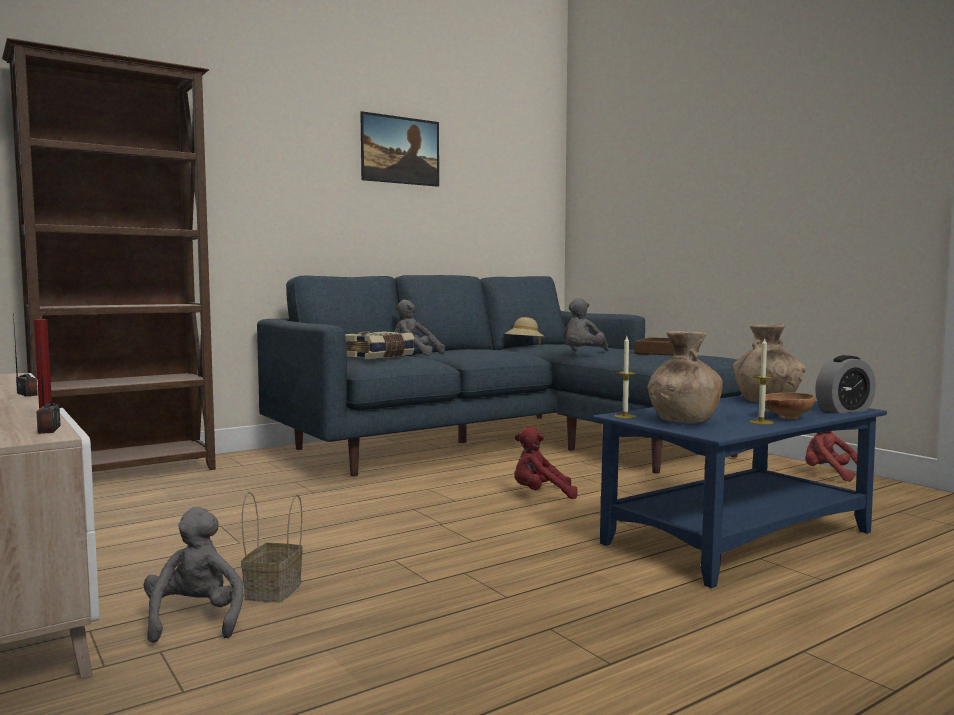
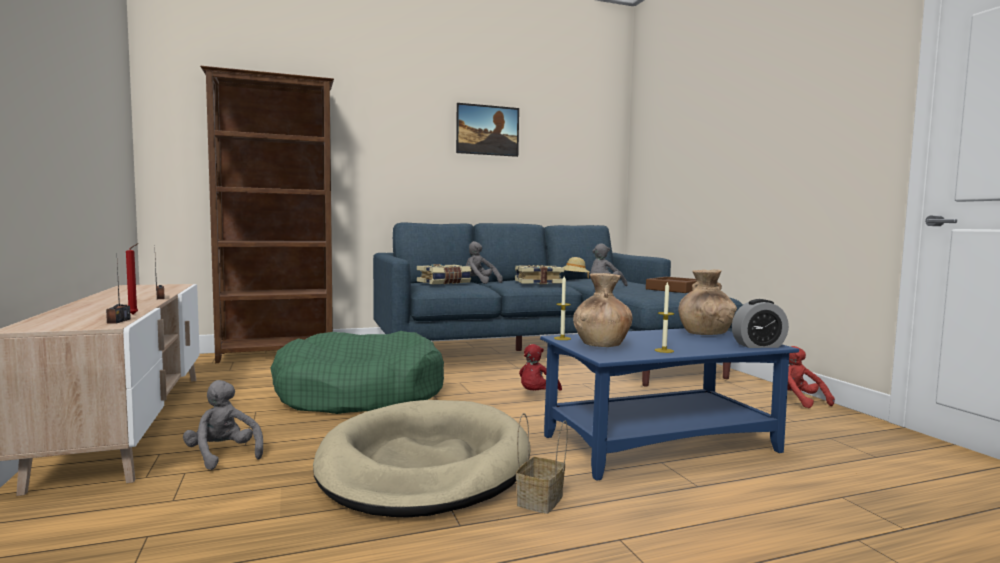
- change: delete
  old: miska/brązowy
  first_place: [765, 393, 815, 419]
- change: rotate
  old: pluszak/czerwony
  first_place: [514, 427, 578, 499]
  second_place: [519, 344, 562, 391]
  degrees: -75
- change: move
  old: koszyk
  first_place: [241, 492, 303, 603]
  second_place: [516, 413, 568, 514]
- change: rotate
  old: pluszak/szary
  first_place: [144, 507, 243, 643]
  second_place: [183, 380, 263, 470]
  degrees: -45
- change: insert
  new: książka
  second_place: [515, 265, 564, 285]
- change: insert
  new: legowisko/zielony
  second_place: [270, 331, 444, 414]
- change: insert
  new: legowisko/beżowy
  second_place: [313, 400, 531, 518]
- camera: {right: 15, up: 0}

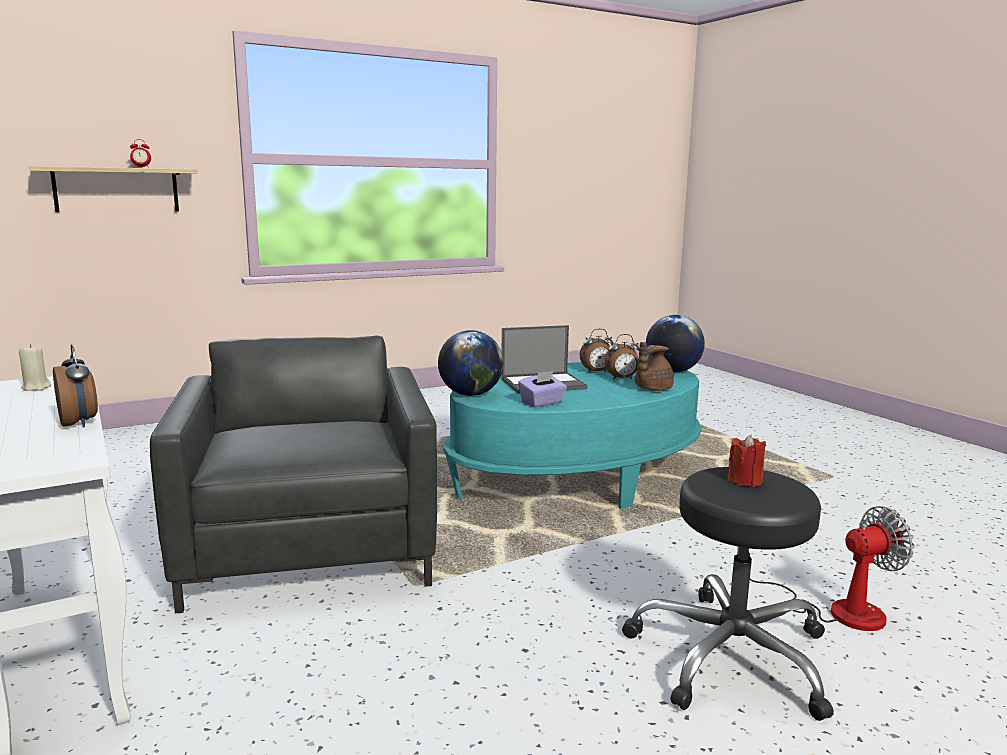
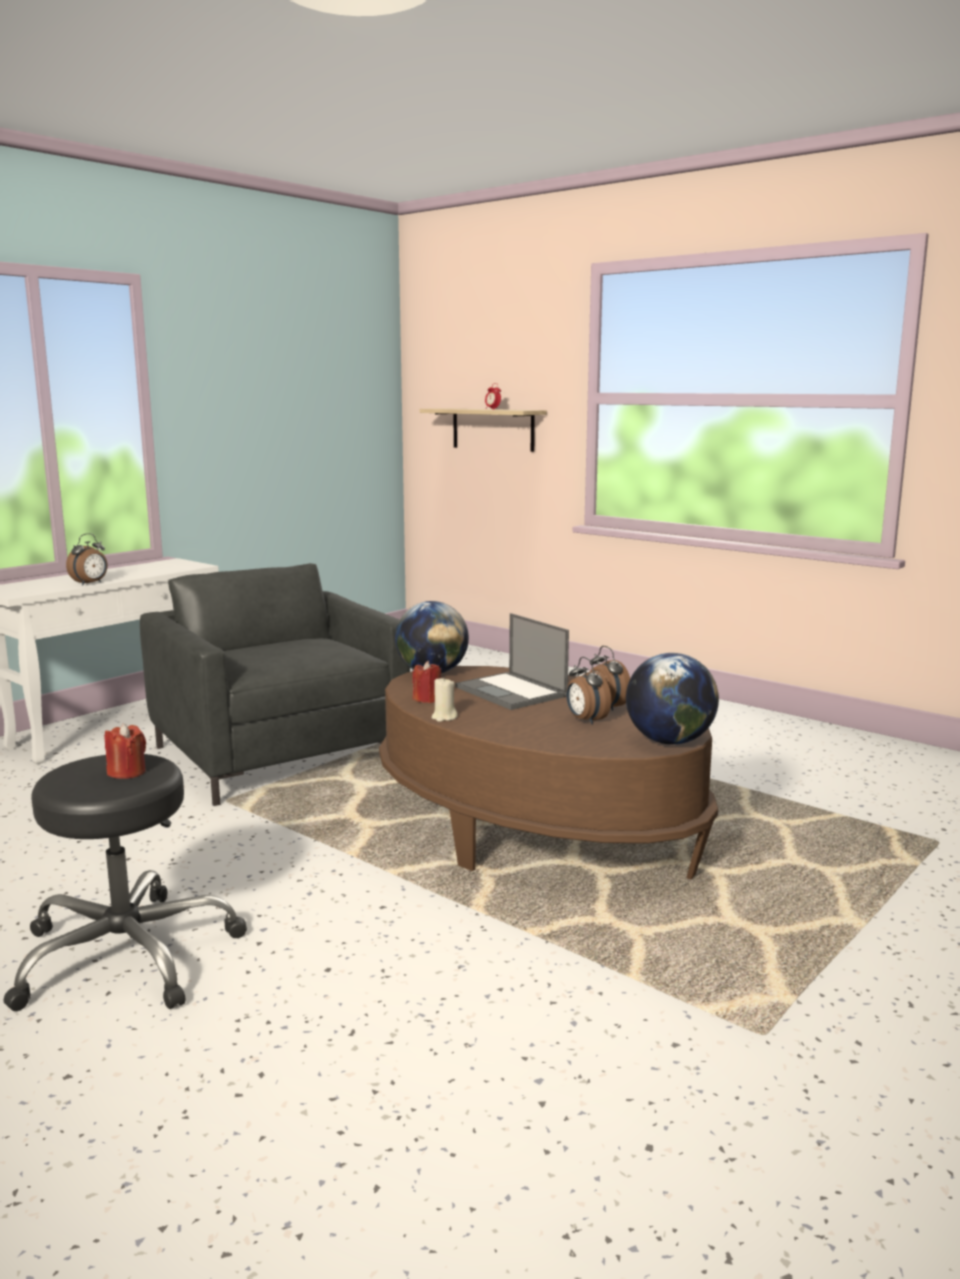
- change: rotate
  old: fotel/szary
  first_place: [150, 335, 437, 613]
  second_place: [140, 563, 410, 806]
  degrees: -90
- change: delete
  old: imbryk/brązowy
  first_place: [635, 342, 674, 391]
- change: move
  old: świeca/beżowy
  first_place: [19, 344, 51, 391]
  second_place: [432, 678, 458, 722]
- change: recolor
  old: ława/turkusowy
  new: ława/brązowy
  first_place: [443, 362, 702, 509]
  second_place: [379, 666, 718, 879]
- change: replace
  old: pudełko chusteczek/fioletowy
  new: świeca/czerwony
  first_place: [518, 371, 567, 407]
  second_place: [412, 661, 441, 703]
- change: delete
  old: wentylator
  first_place: [737, 506, 914, 631]
- camera: {right: 70, up: 0}

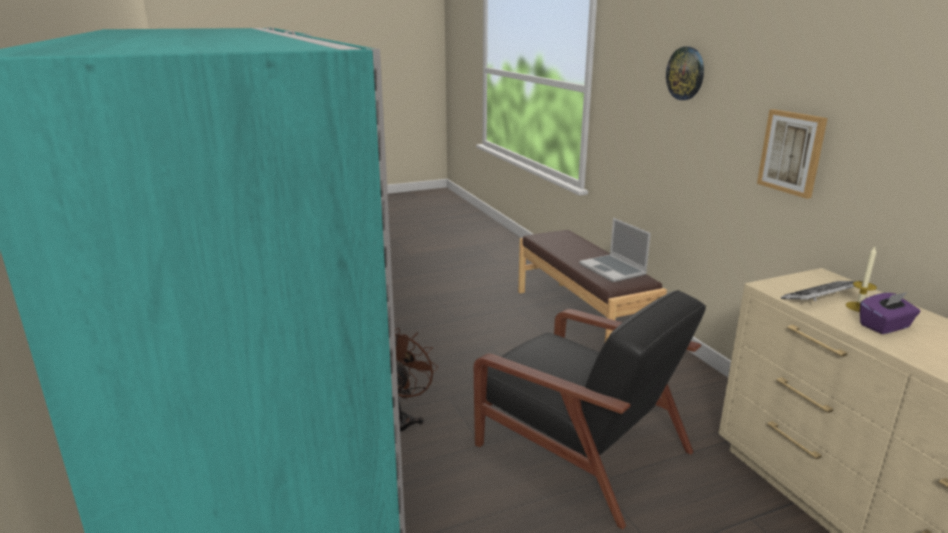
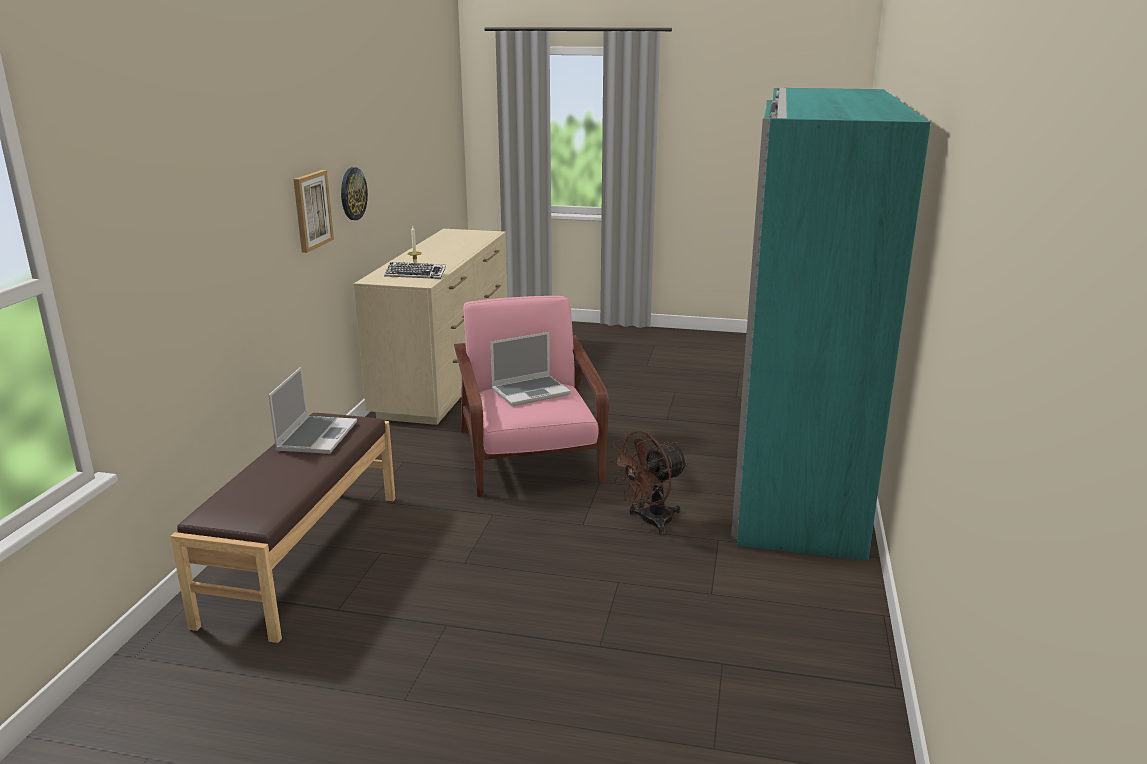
- change: move
  old: zegar ścienny
  first_place: [666, 47, 704, 100]
  second_place: [341, 167, 368, 220]
- change: recolor
  old: fotel/czarny
  new: fotel/różowy
  first_place: [474, 290, 706, 530]
  second_place: [454, 296, 609, 497]
- change: delete
  old: pudełko chusteczek/fioletowy
  first_place: [860, 292, 920, 334]
- change: insert
  new: laptop
  second_place: [491, 332, 571, 406]
- camera: {right: -145, up: 0}

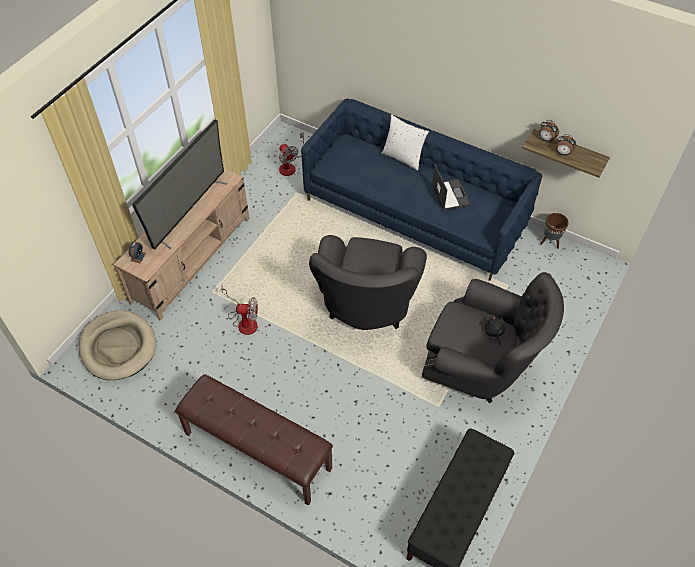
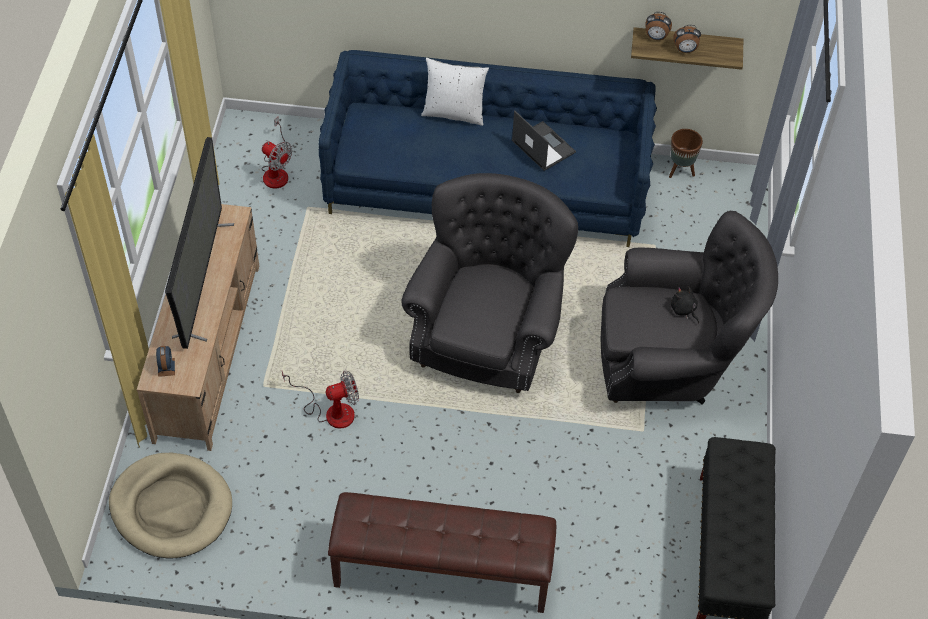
- change: rotate
  old: fotel/szary
  first_place: [309, 235, 427, 330]
  second_place: [401, 173, 578, 393]
  degrees: -150
- camera: {right: -25, up: 0}

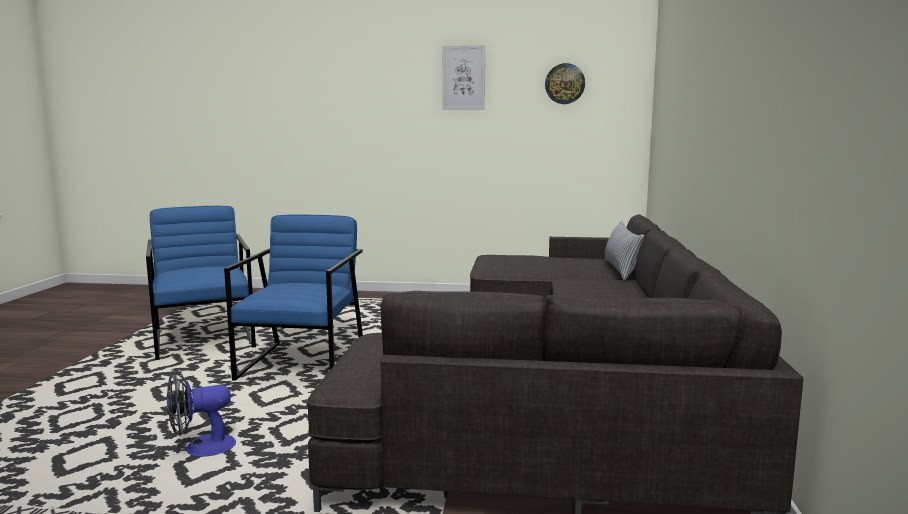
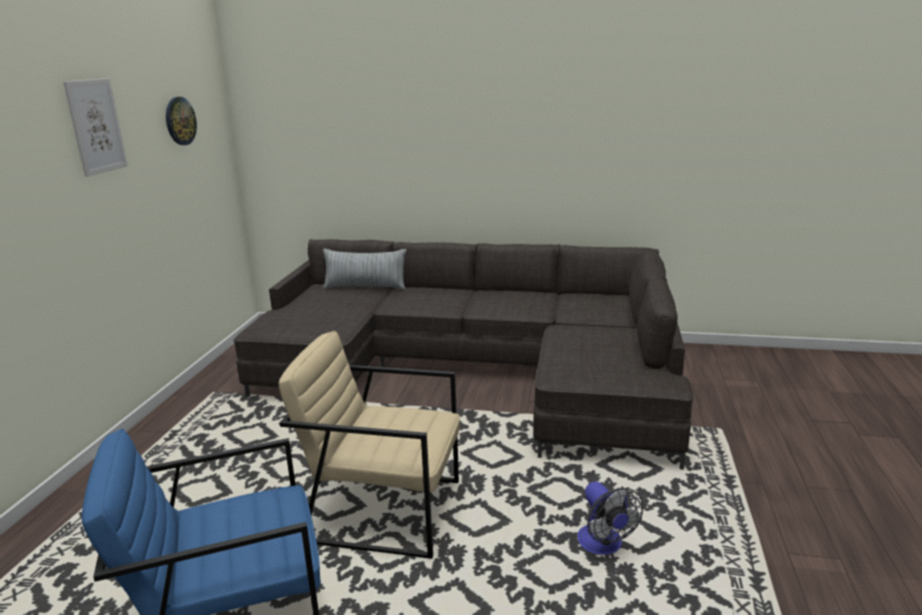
- change: recolor
  old: fotel/niebieski
  new: fotel/beżowy
  first_place: [224, 214, 363, 381]
  second_place: [279, 331, 460, 559]
- camera: {right: -85, up: 10}

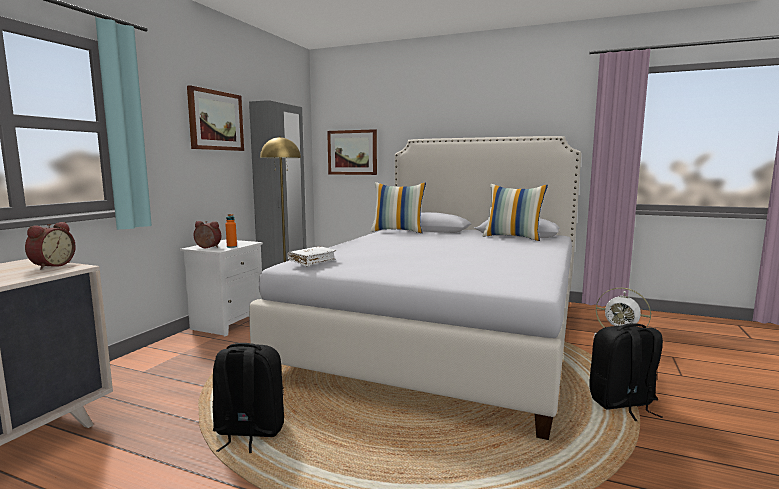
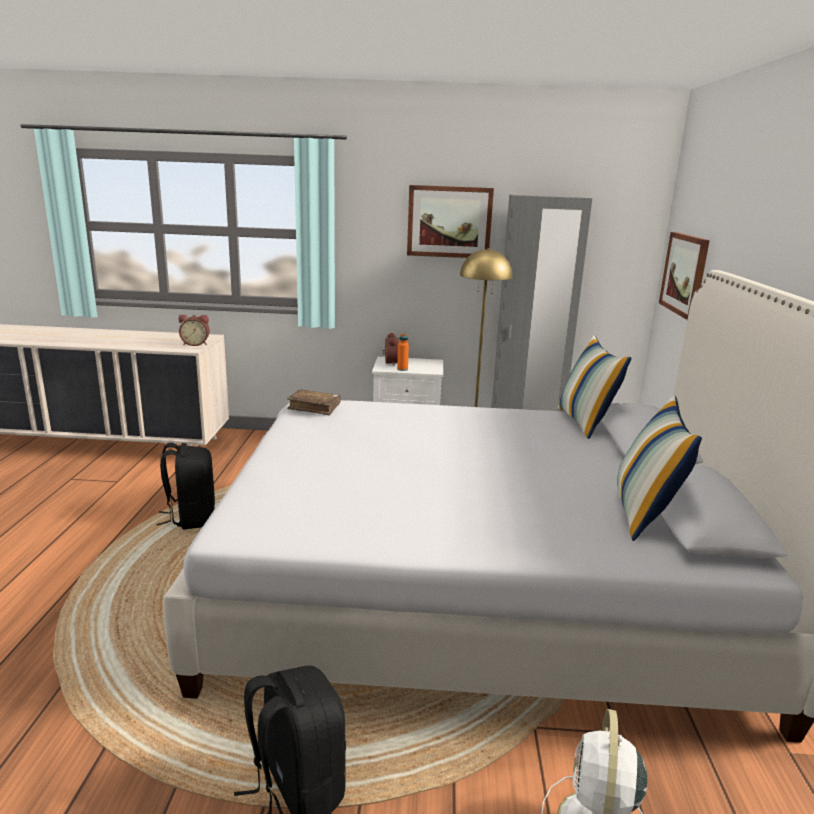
- change: recolor
  old: książka/biały
  new: książka/brązowy
  first_place: [287, 246, 336, 266]
  second_place: [287, 389, 341, 415]
- camera: {right: 70, up: 10}

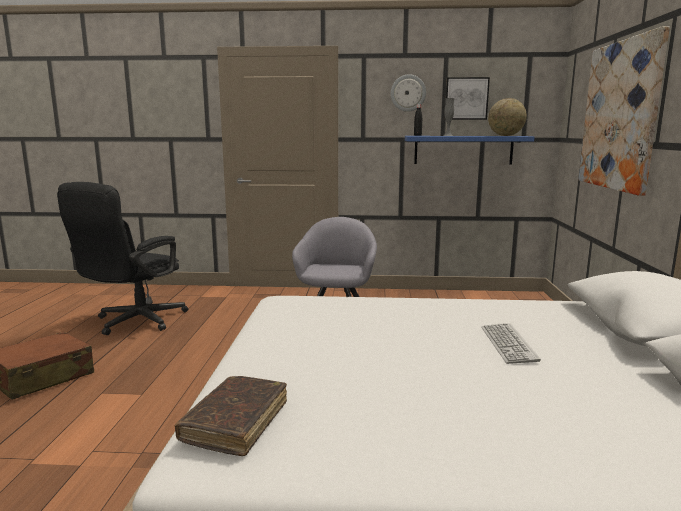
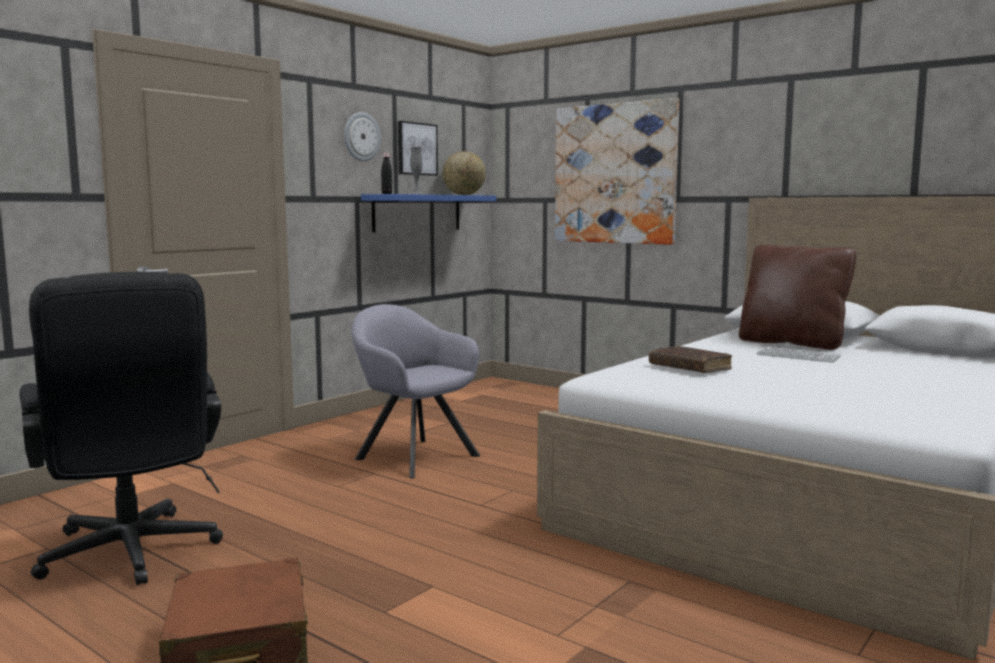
- change: move
  old: książka/brązowy
  first_place: [175, 376, 287, 456]
  second_place: [649, 346, 732, 373]
- change: insert
  new: poduszka/brązowy
  second_place: [739, 245, 857, 350]
- camera: {right: -55, up: -5}

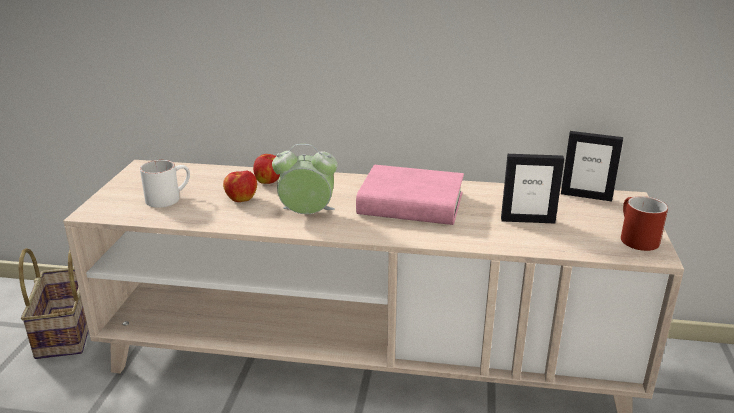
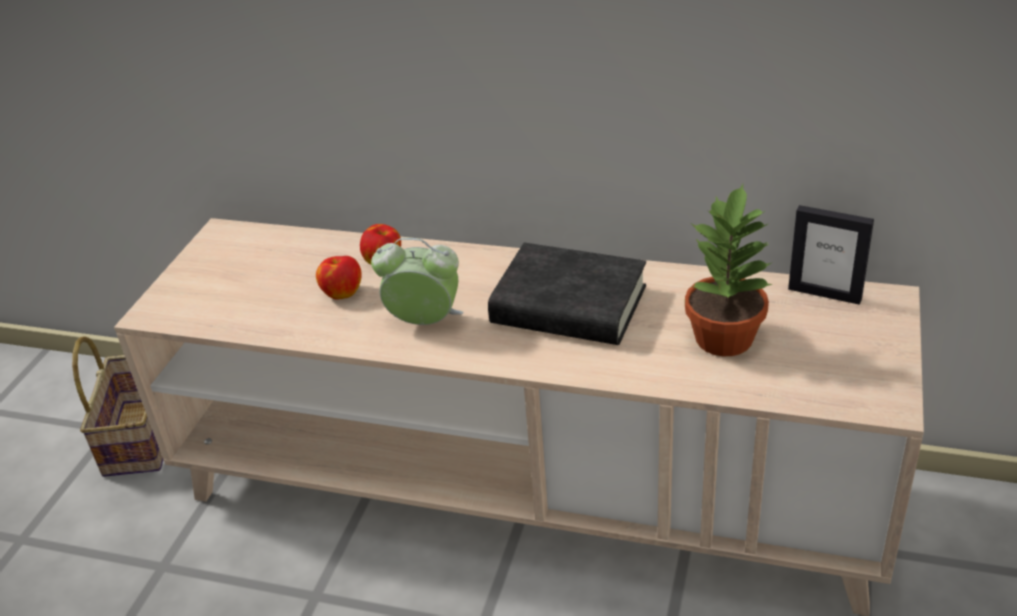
- change: replace
  old: ramka na zdjęcie
  new: roślina doniczkowa
  first_place: [501, 154, 564, 223]
  second_place: [685, 184, 772, 356]
- change: delete
  old: kubek/biały
  first_place: [140, 160, 190, 208]
- change: recolor
  old: książka/różowy
  new: książka/czarny
  first_place: [356, 165, 464, 225]
  second_place: [488, 243, 646, 345]
- change: delete
  old: kubek/czerwony
  first_place: [621, 196, 668, 251]
- camera: {right: 10, up: 10}

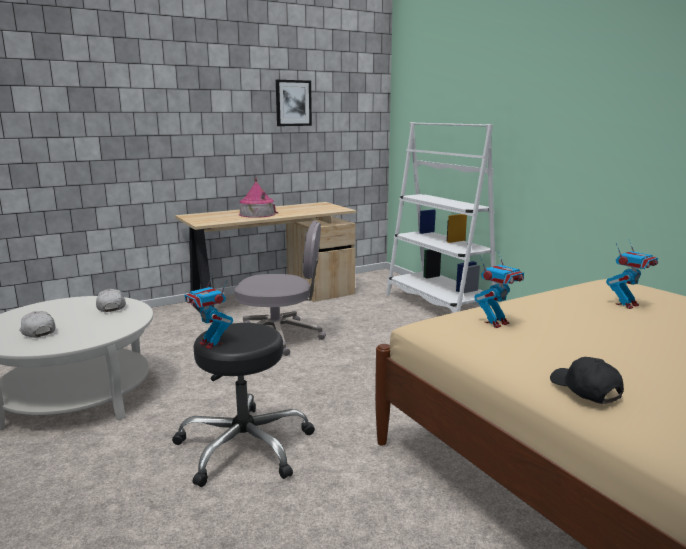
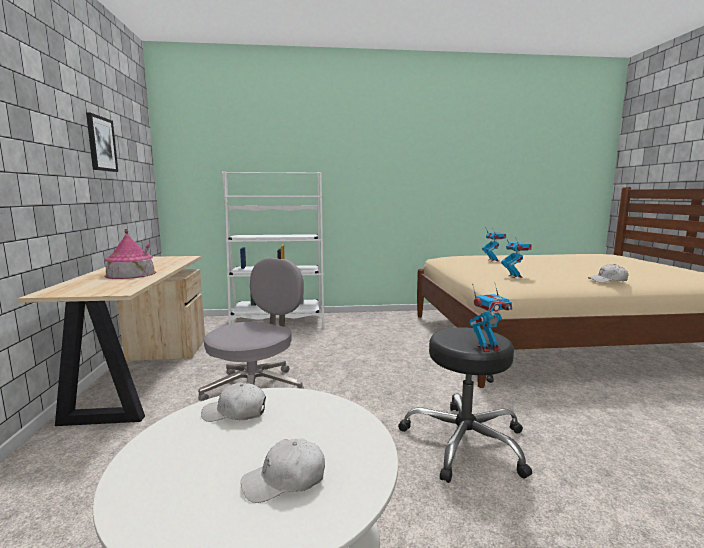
- change: recolor
  old: czapka z daszkiem/czarny
  new: czapka z daszkiem/biały
  first_place: [550, 357, 624, 404]
  second_place: [588, 264, 628, 282]
- camera: {right: -65, up: -5}

